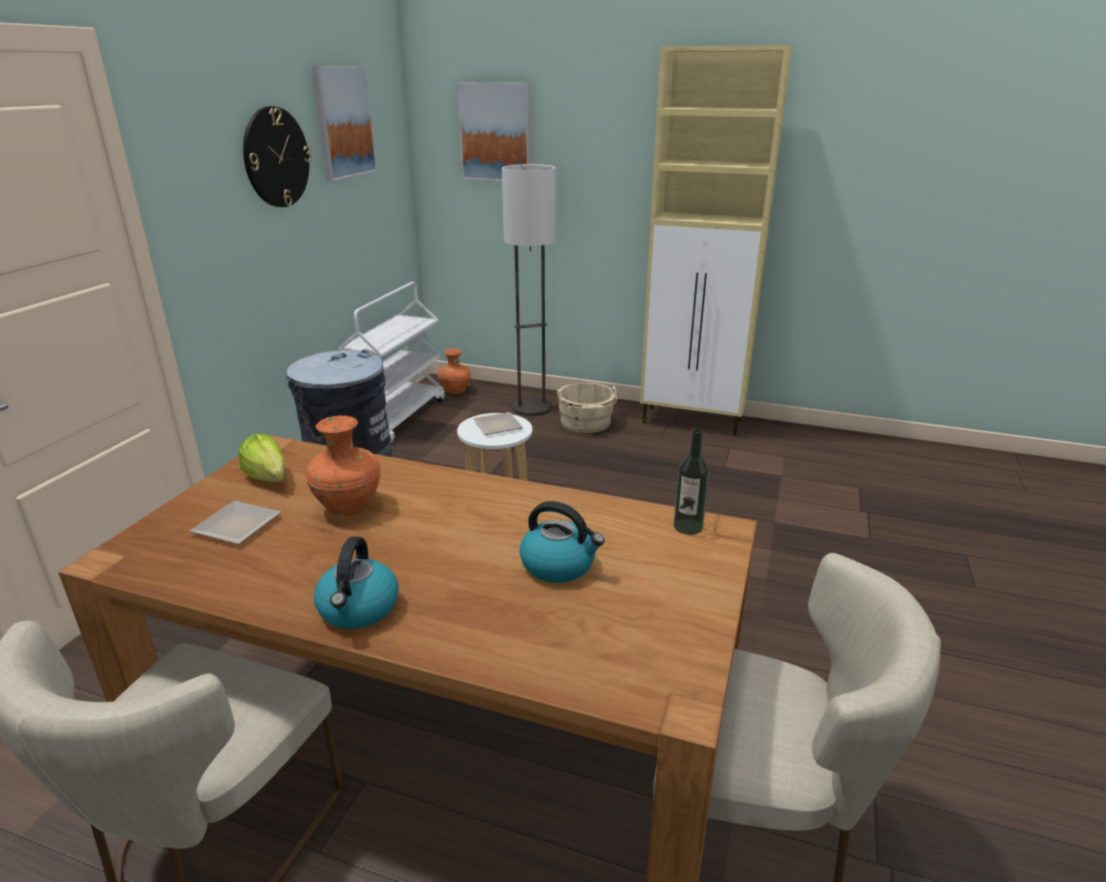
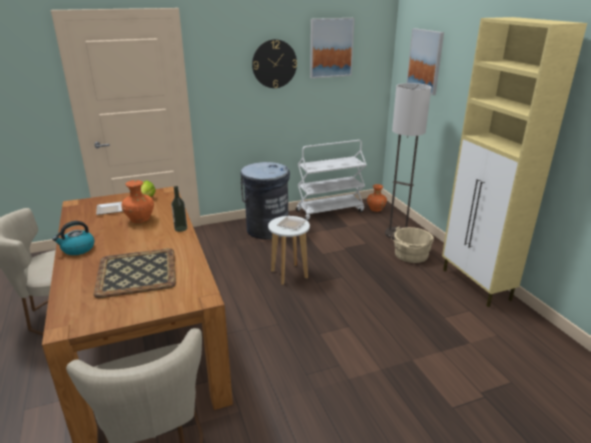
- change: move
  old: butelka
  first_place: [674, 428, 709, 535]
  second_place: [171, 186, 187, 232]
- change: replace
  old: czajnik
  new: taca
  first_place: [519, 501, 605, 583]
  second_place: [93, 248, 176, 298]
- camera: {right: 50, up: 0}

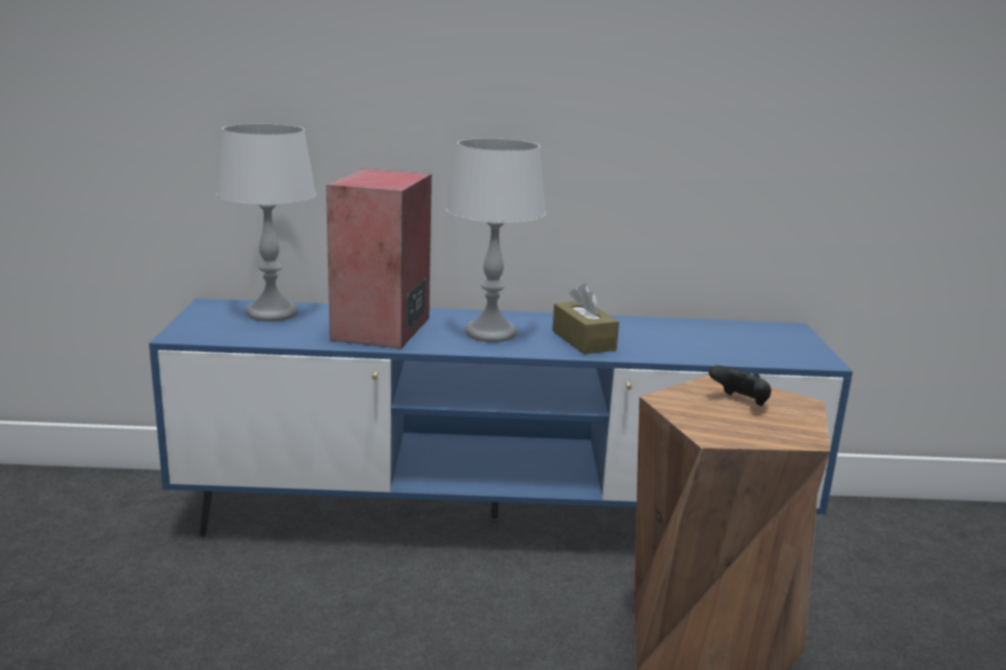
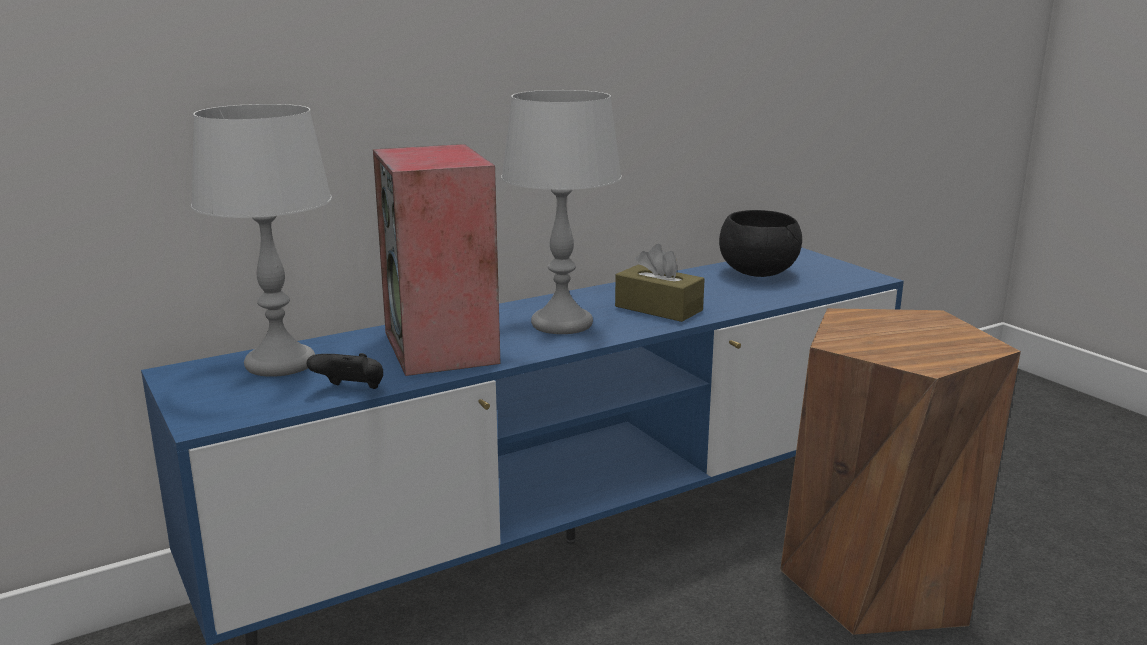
- change: move
  old: pad do gier/czarny
  first_place: [709, 365, 771, 406]
  second_place: [307, 353, 383, 389]
- change: insert
  new: miska/czarny
  second_place: [719, 210, 802, 277]
- camera: {right: -30, up: 0}

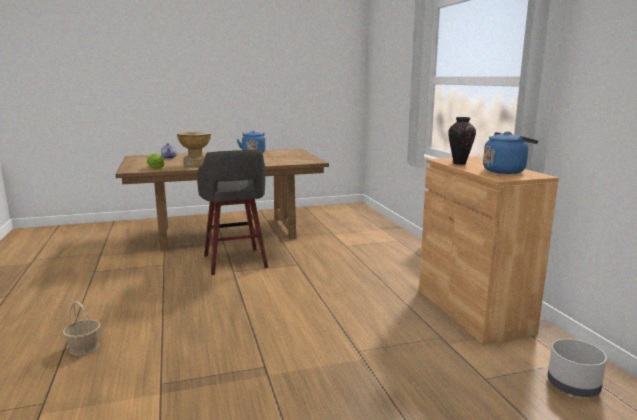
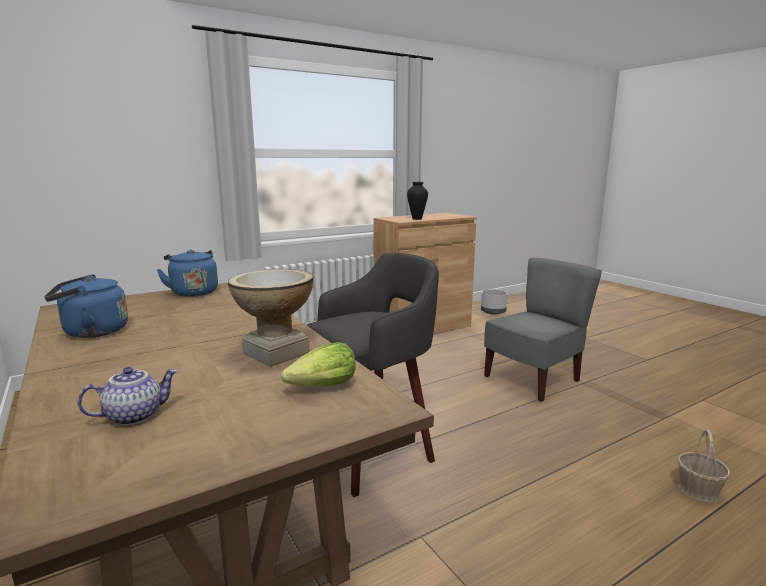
- change: move
  old: czajnik/niebieski
  first_place: [483, 131, 538, 174]
  second_place: [157, 249, 218, 297]
- change: insert
  new: krzesło/szary
  second_place: [484, 258, 602, 402]
- camera: {right: -105, up: 0}

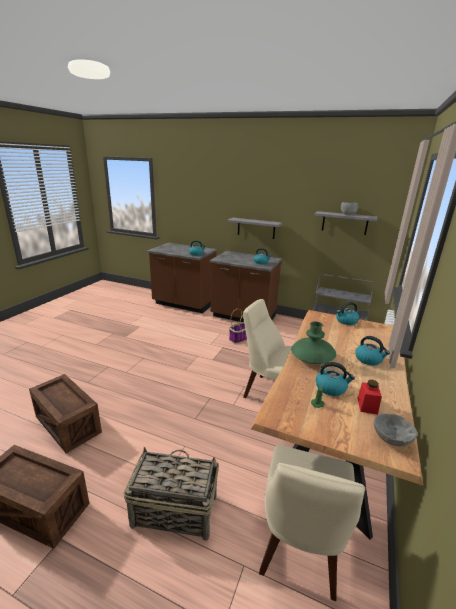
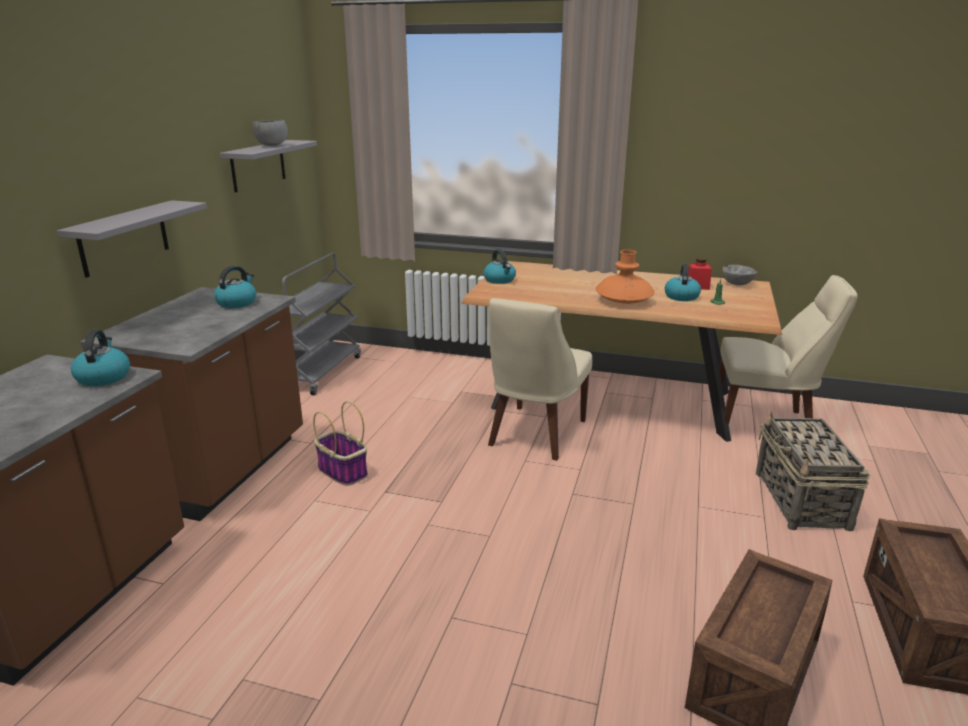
- change: recolor
  old: wazon/zielony
  new: wazon/pomarańczowy
  first_place: [291, 321, 336, 364]
  second_place: [596, 250, 655, 304]
- change: delete
  old: czajnik
  first_place: [355, 336, 390, 365]
- camera: {right: -95, up: 0}

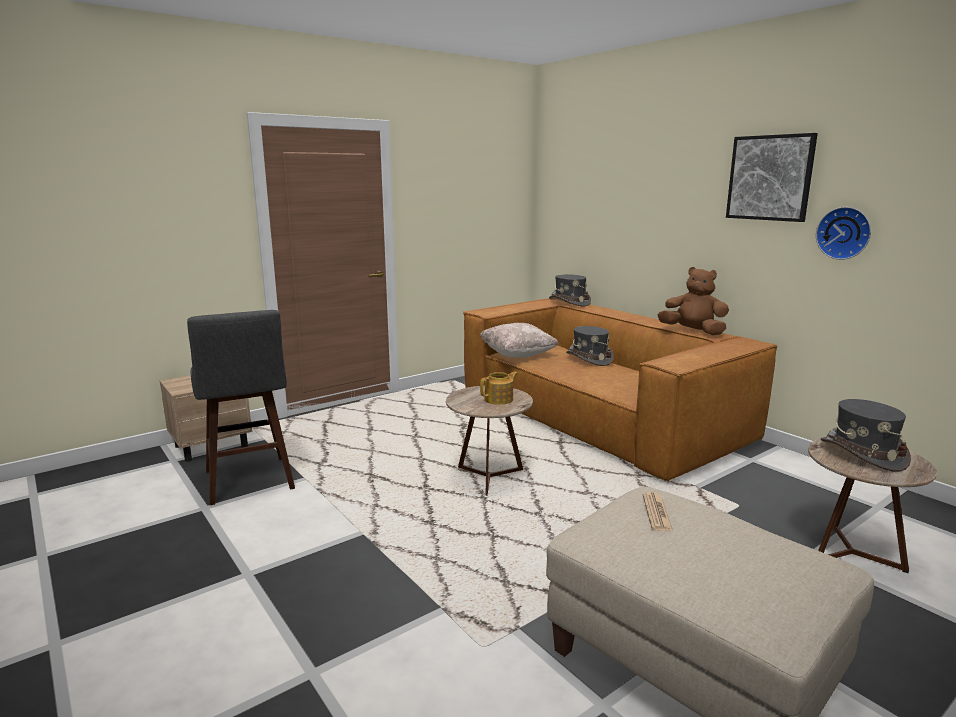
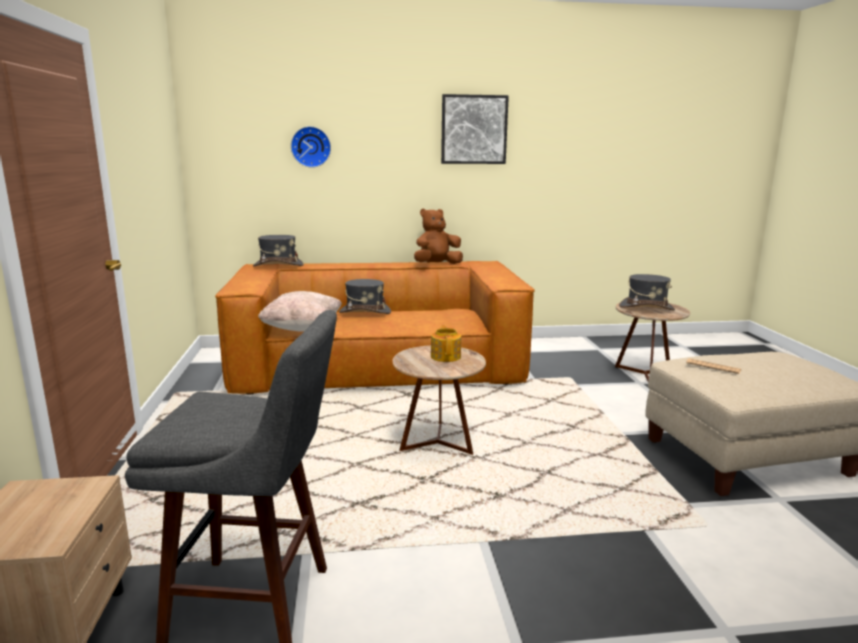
- change: move
  old: zegar ścienny
  first_place: [816, 207, 871, 260]
  second_place: [291, 126, 331, 168]
- camera: {right: -60, up: 0}

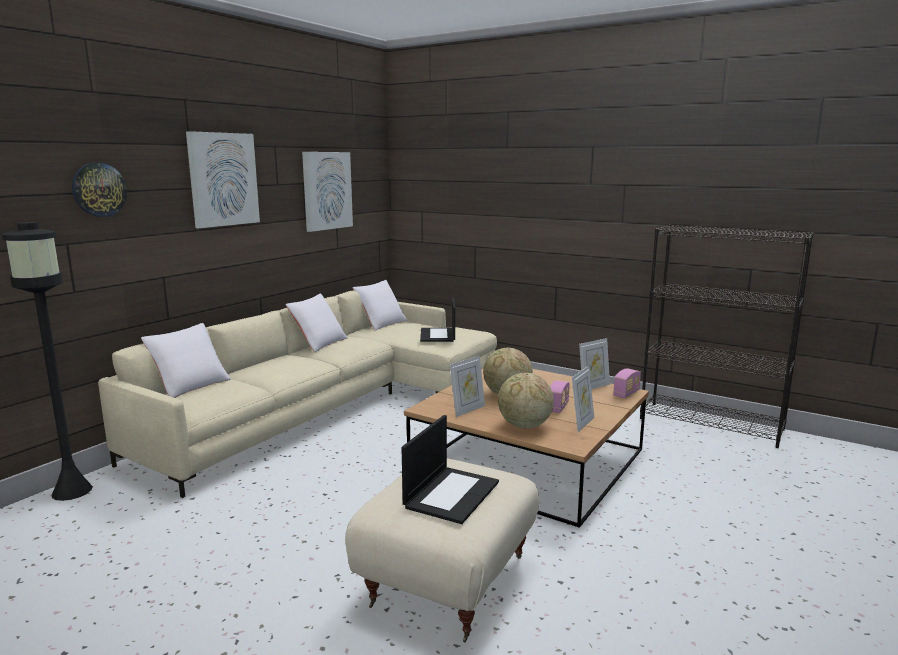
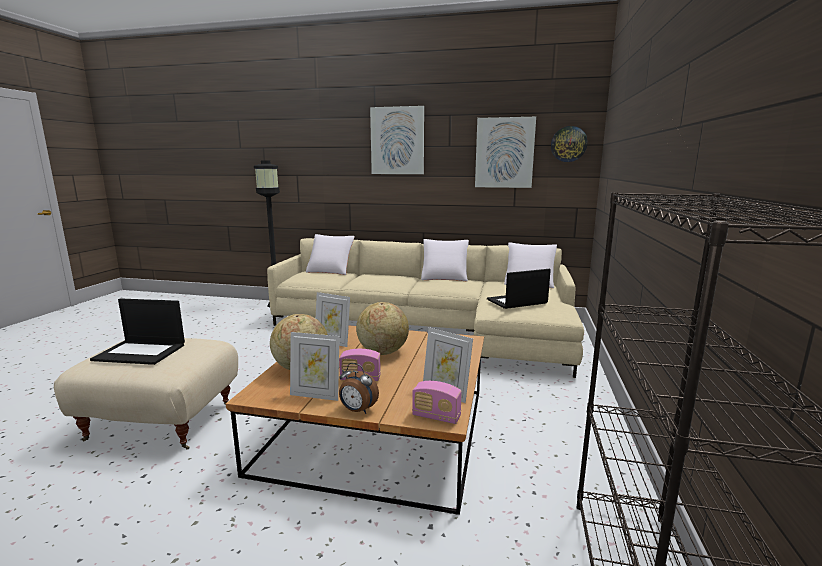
- change: move
  old: zegar ścienny
  first_place: [72, 163, 127, 217]
  second_place: [551, 126, 588, 162]
- change: insert
  new: budzik
  second_place: [339, 363, 379, 414]
- camera: {right: 70, up: 0}

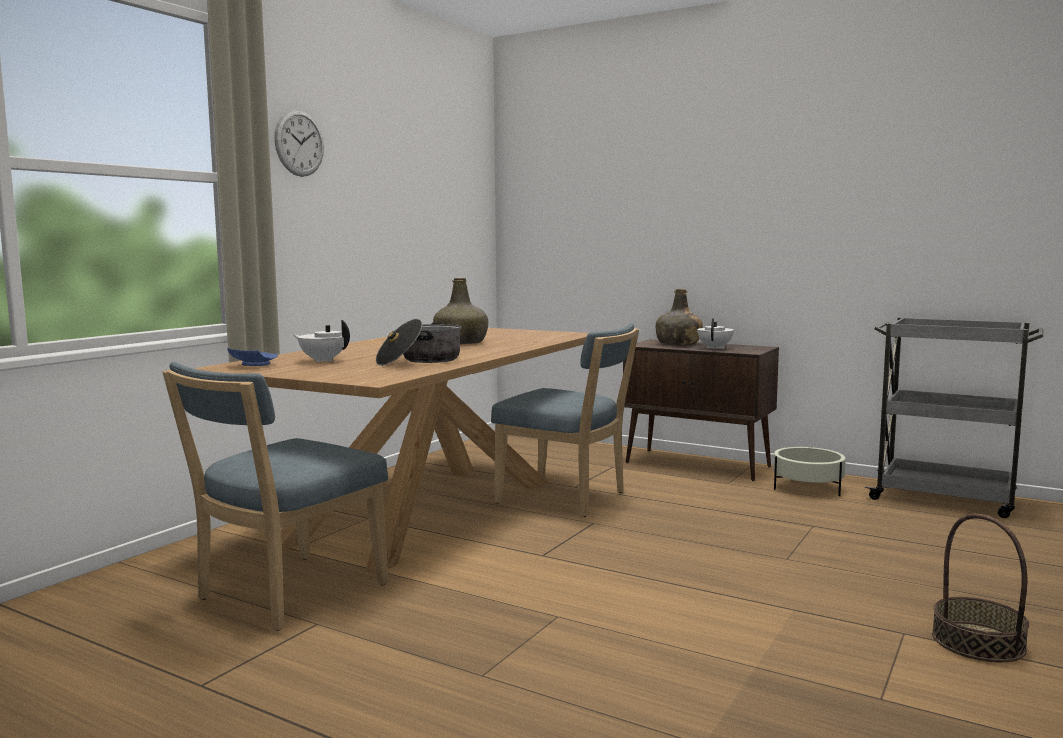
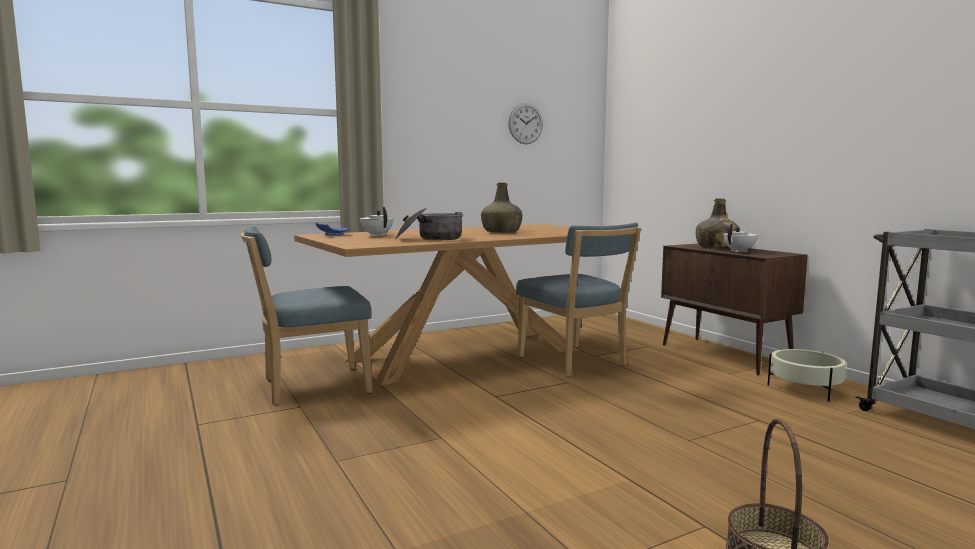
- change: move
  old: zegar ścienny
  first_place: [274, 110, 324, 177]
  second_place: [508, 103, 543, 144]
- camera: {right: 30, up: 0}

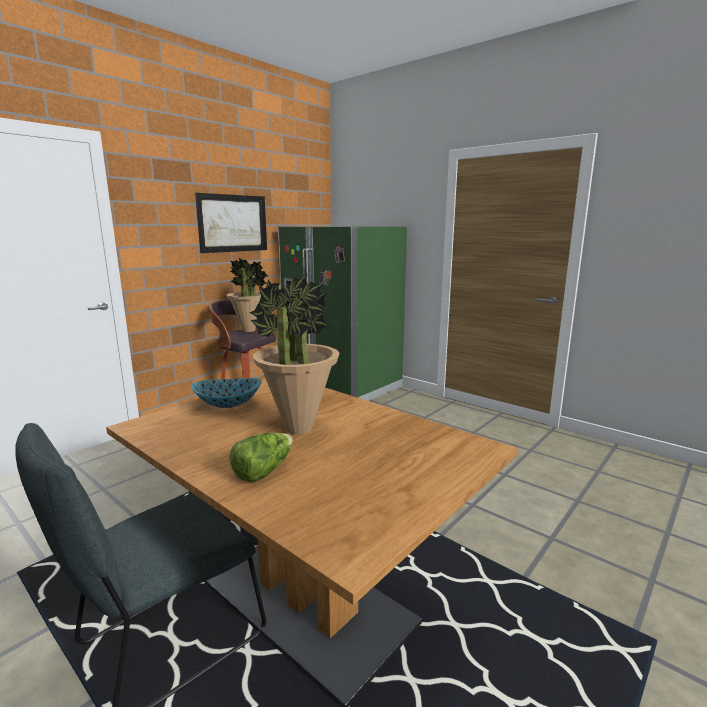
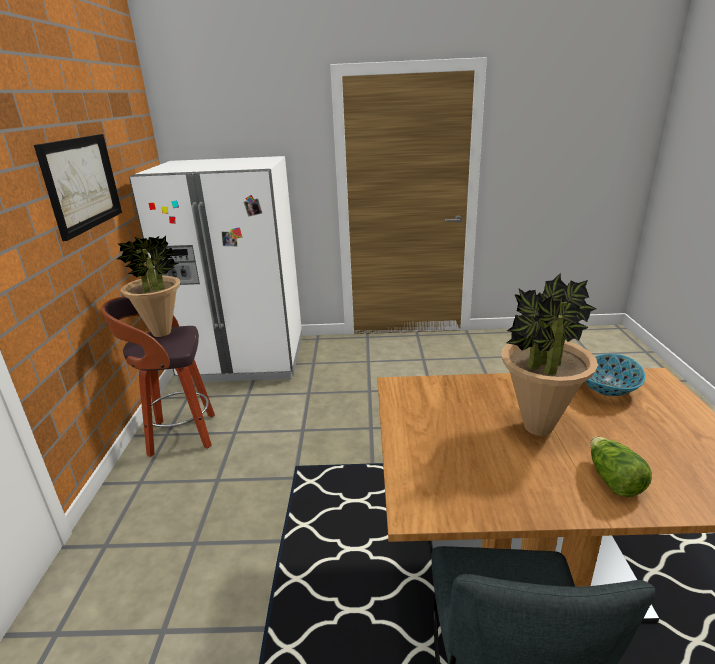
- change: recolor
  old: lodówka/zielony
  new: lodówka/biały
  first_place: [278, 226, 407, 401]
  second_place: [129, 156, 302, 383]
- change: move
  old: miska
  first_place: [191, 378, 262, 408]
  second_place: [585, 354, 645, 396]
- camera: {right: -40, up: 10}

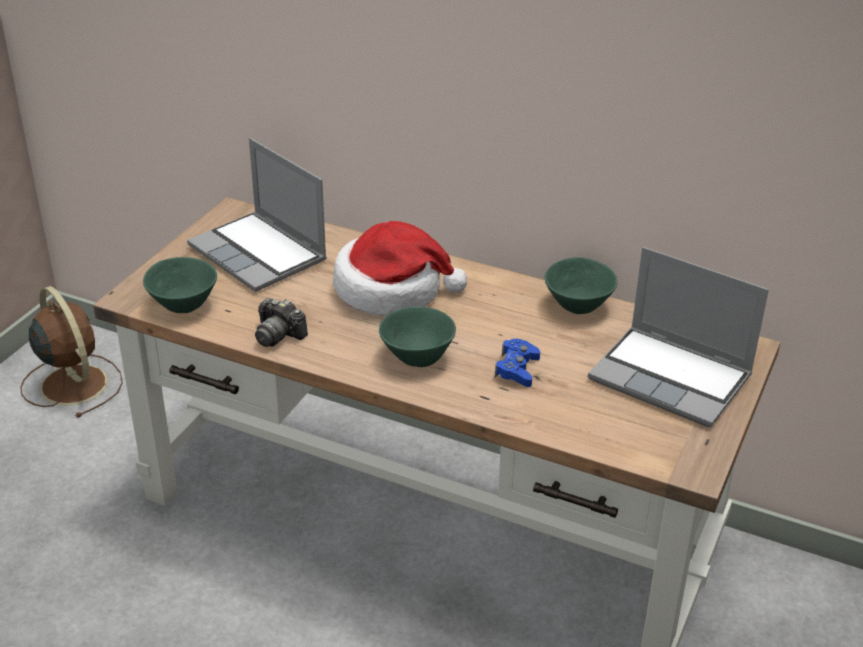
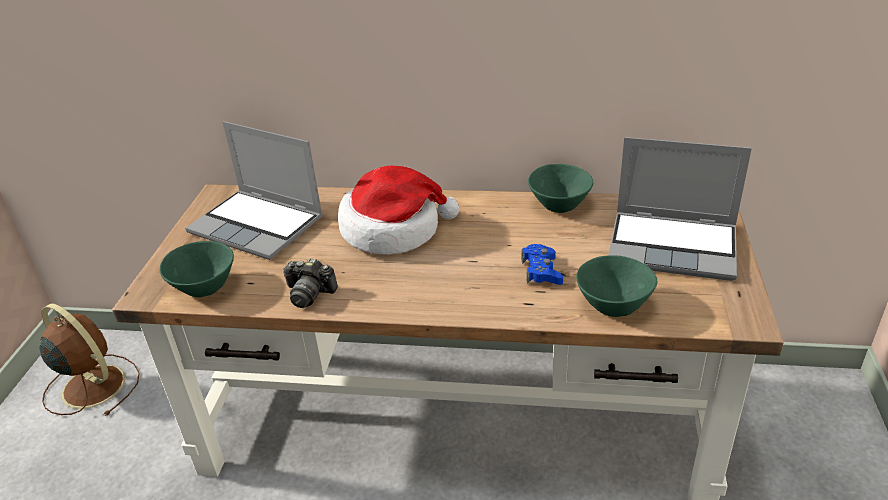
- change: move
  old: miska/zielony
  first_place: [379, 306, 456, 367]
  second_place: [576, 255, 657, 317]
- camera: {right: -15, up: 0}

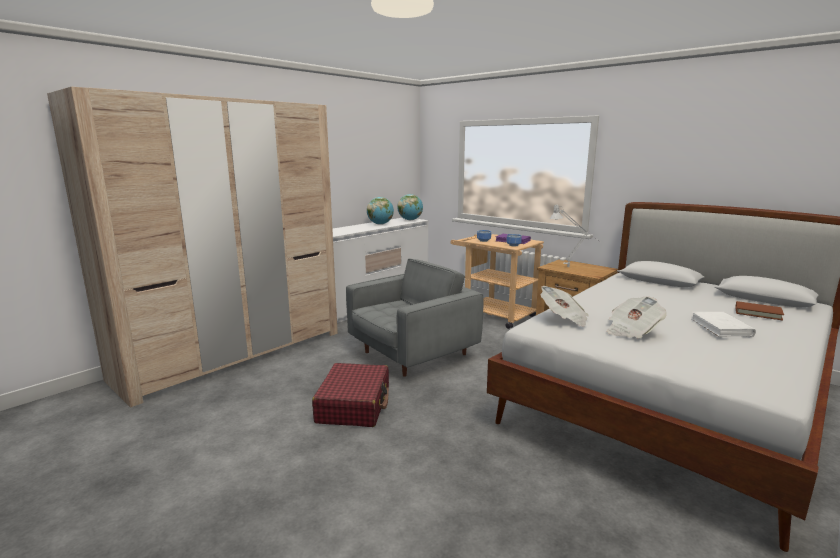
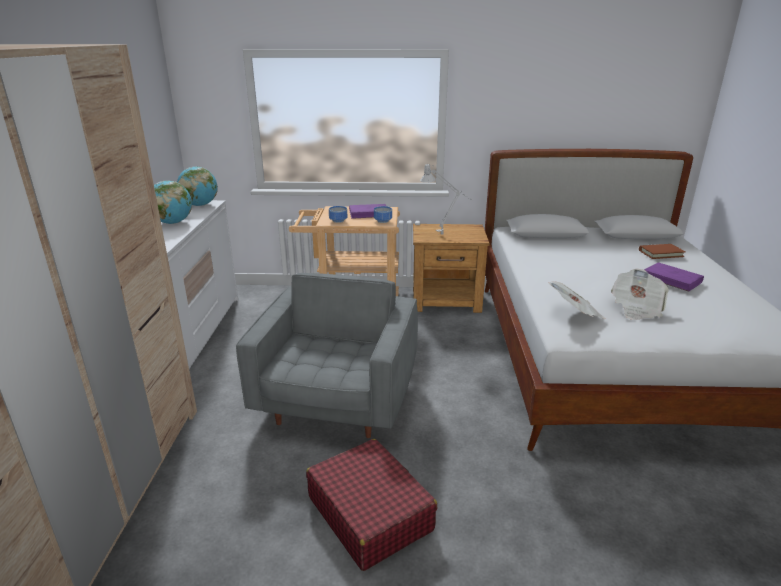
- change: recolor
  old: książka/biały
  new: książka/fioletowy
  first_place: [691, 312, 756, 337]
  second_place: [644, 262, 704, 291]
- camera: {right: -40, up: 10}

